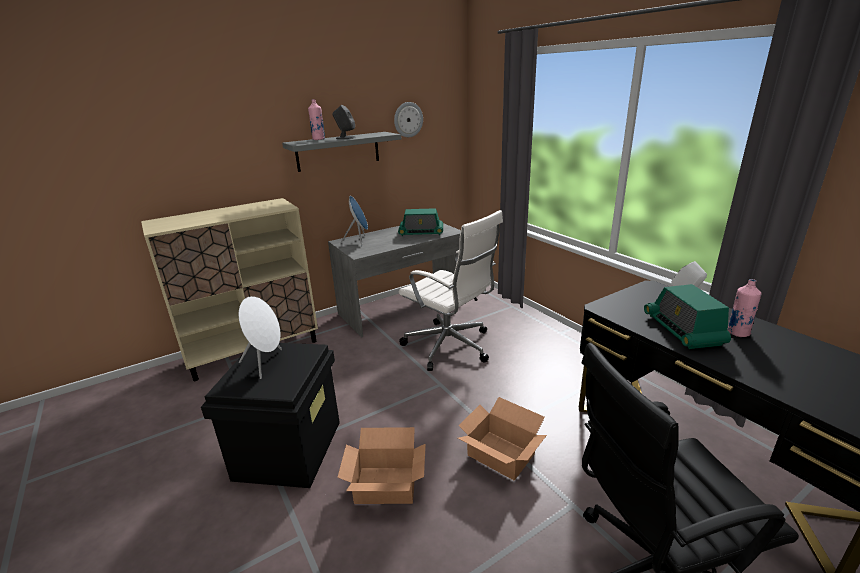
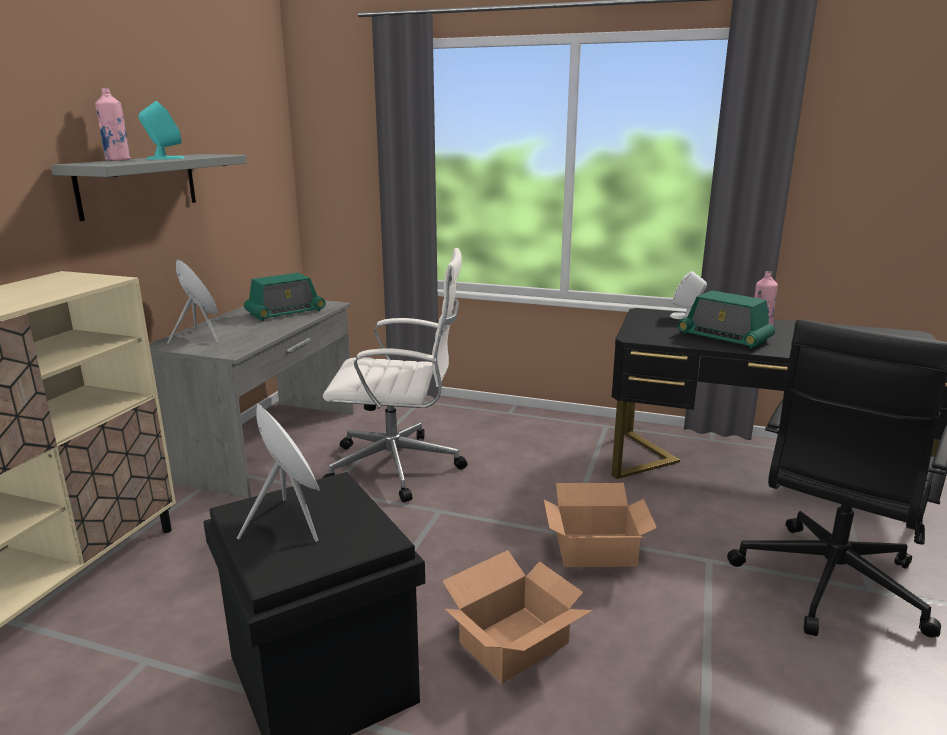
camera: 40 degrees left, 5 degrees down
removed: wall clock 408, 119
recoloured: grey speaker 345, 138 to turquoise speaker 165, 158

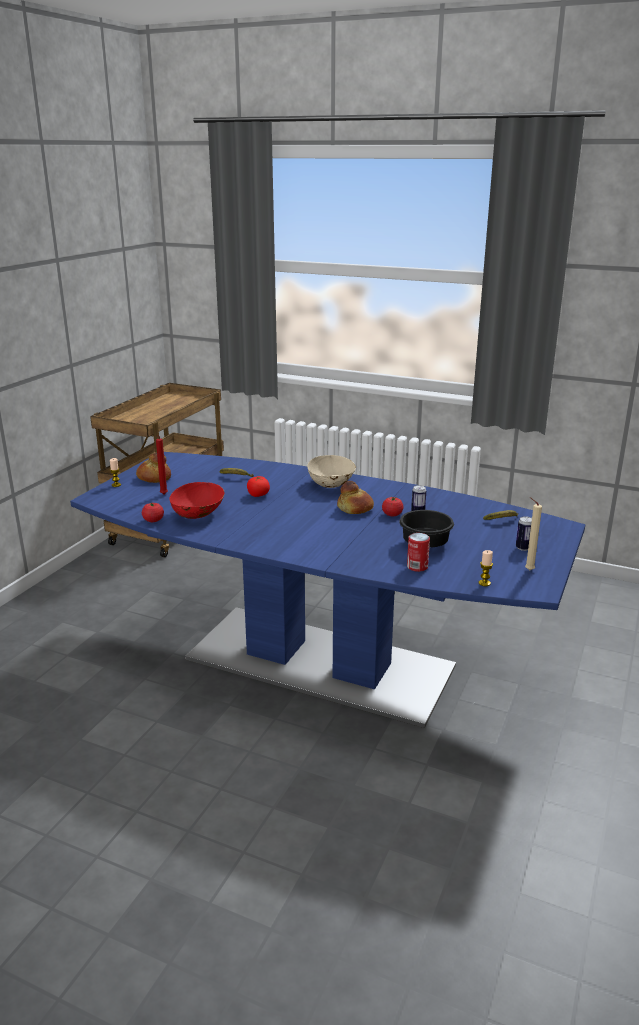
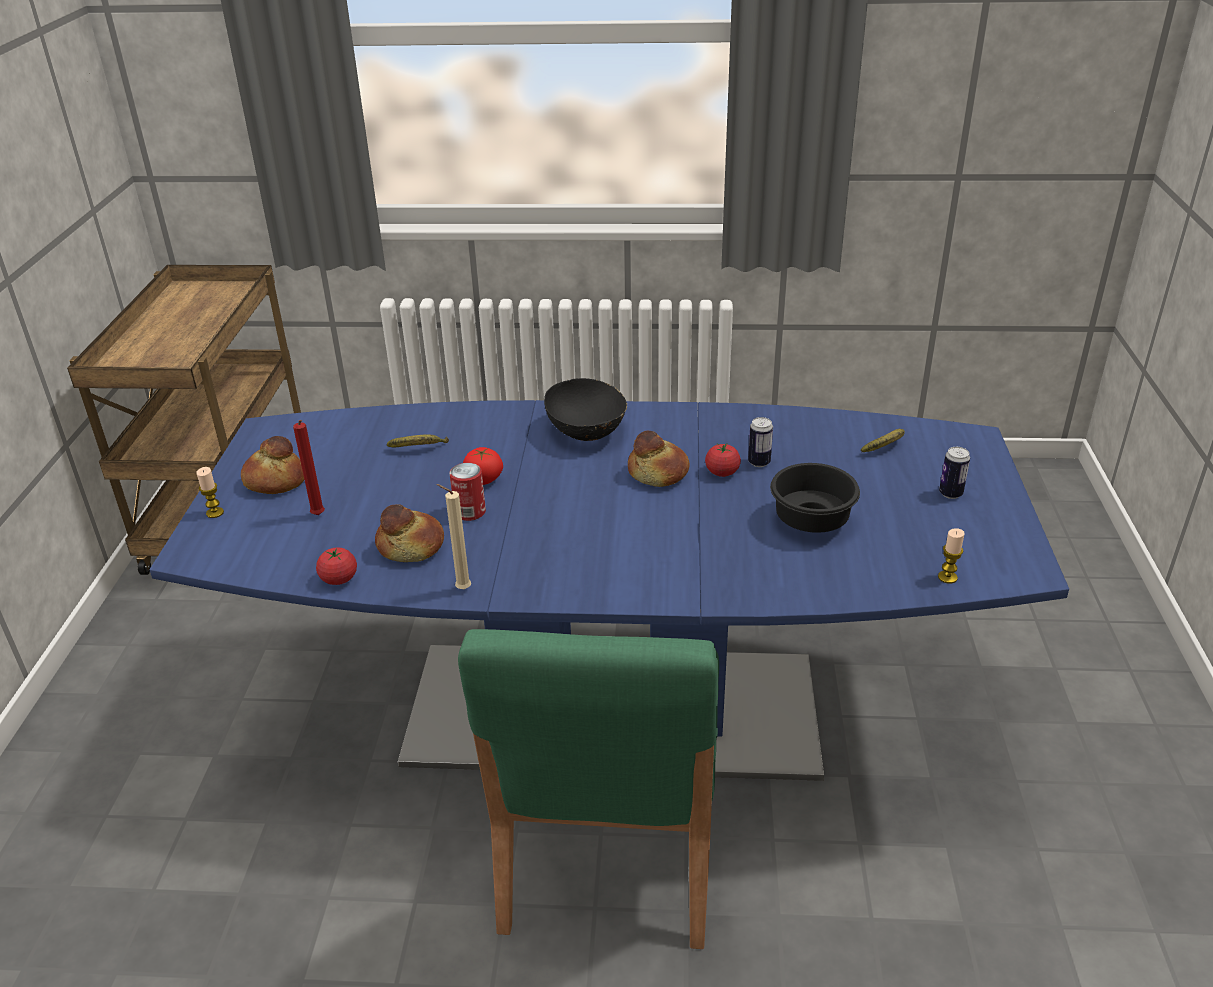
camera: 20 degrees left, 10 degrees up
added: green chair 608, 848
moved: beige candle 527, 570 to 461, 589; can 417, 567 to 470, 512
replaced: red bowl 198, 515 to bread 411, 547
recoloured: beige bowl 331, 485 to black bowl 587, 431

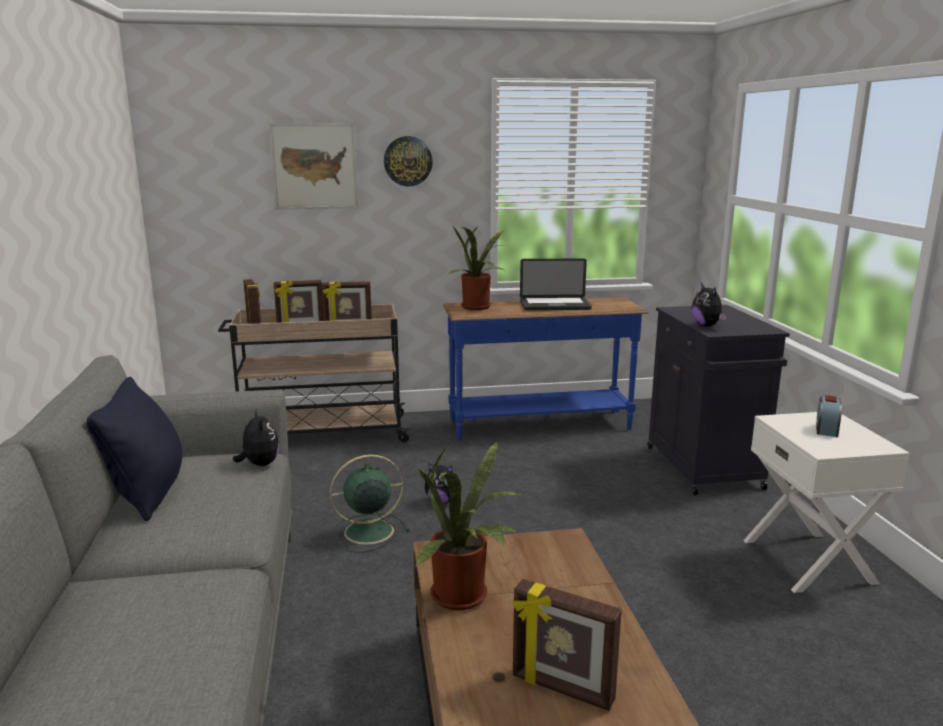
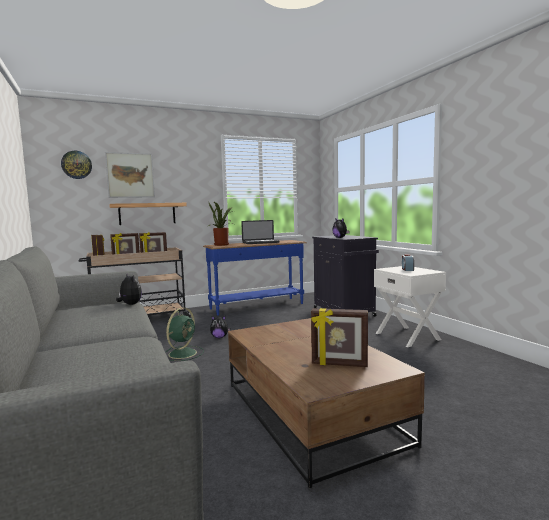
camera: 15 degrees left, 10 degrees down
removed: black pillow 147, 494; potted plant 464, 598
added: shelf 147, 214
moved: wall clock 408, 161 to 76, 165
turned: green fan 366, 532 = 183, 353 150 degrees clockwise

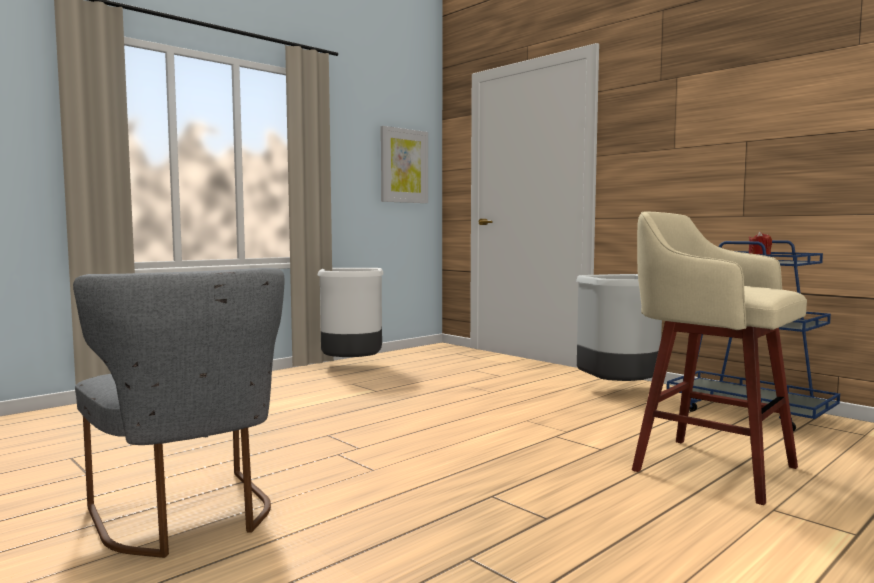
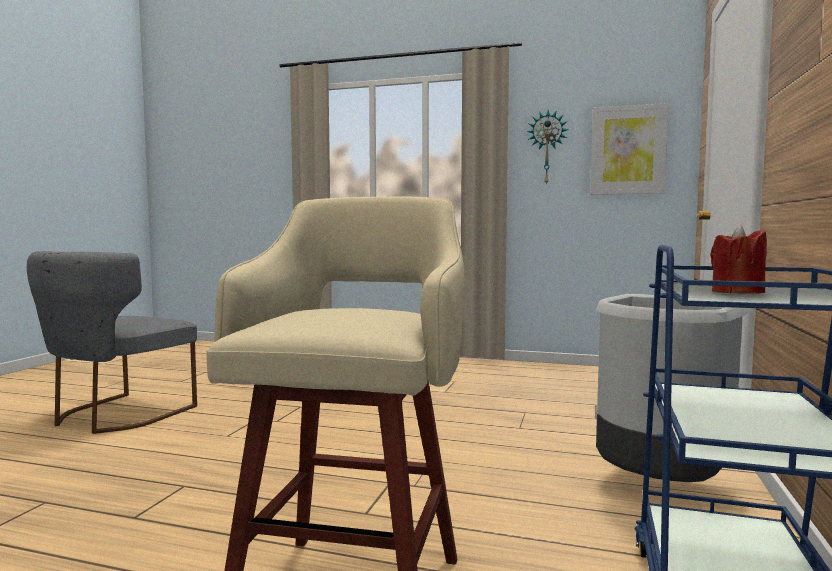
camera: 60 degrees right, 0 degrees up
removed: white trash can 351, 367
added: wall clock 547, 148

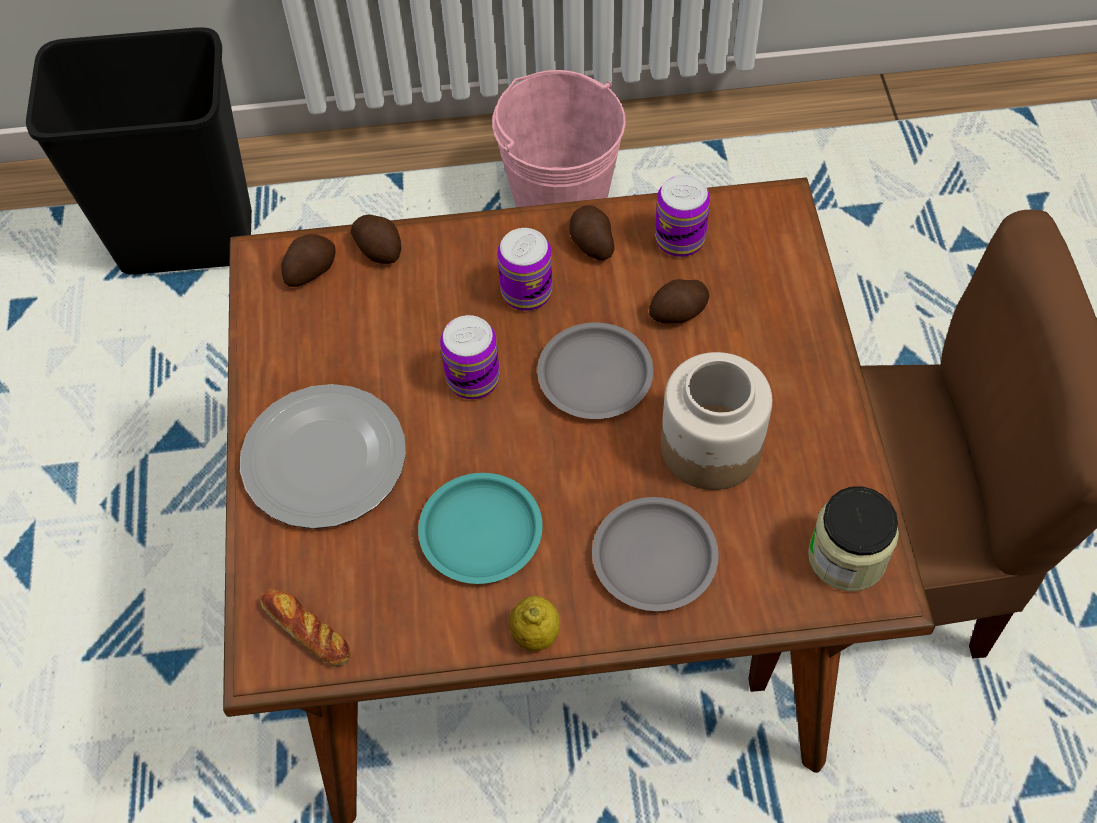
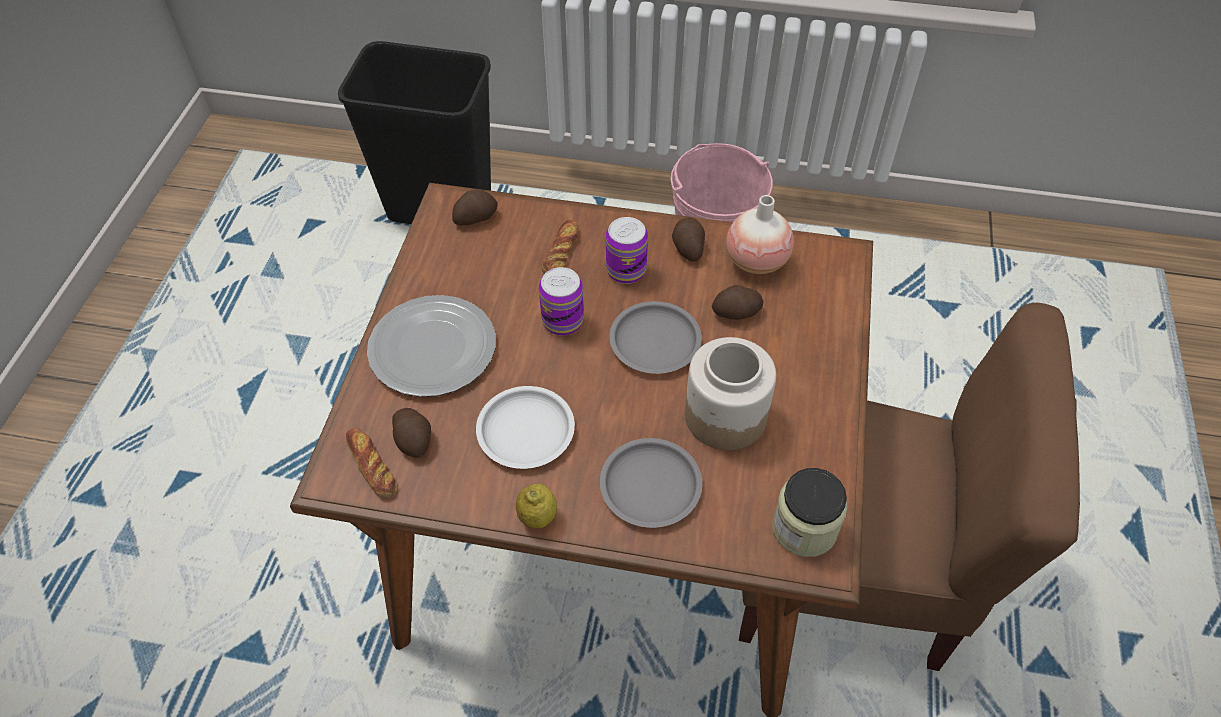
camera: 15 degrees right, 5 degrees down
added: bread 561, 252
moved: potato 379, 248 to 414, 439
replaced: can 679, 239 to vase 756, 261
recoloured: turquoise plate 480, 531 to white plate 525, 430

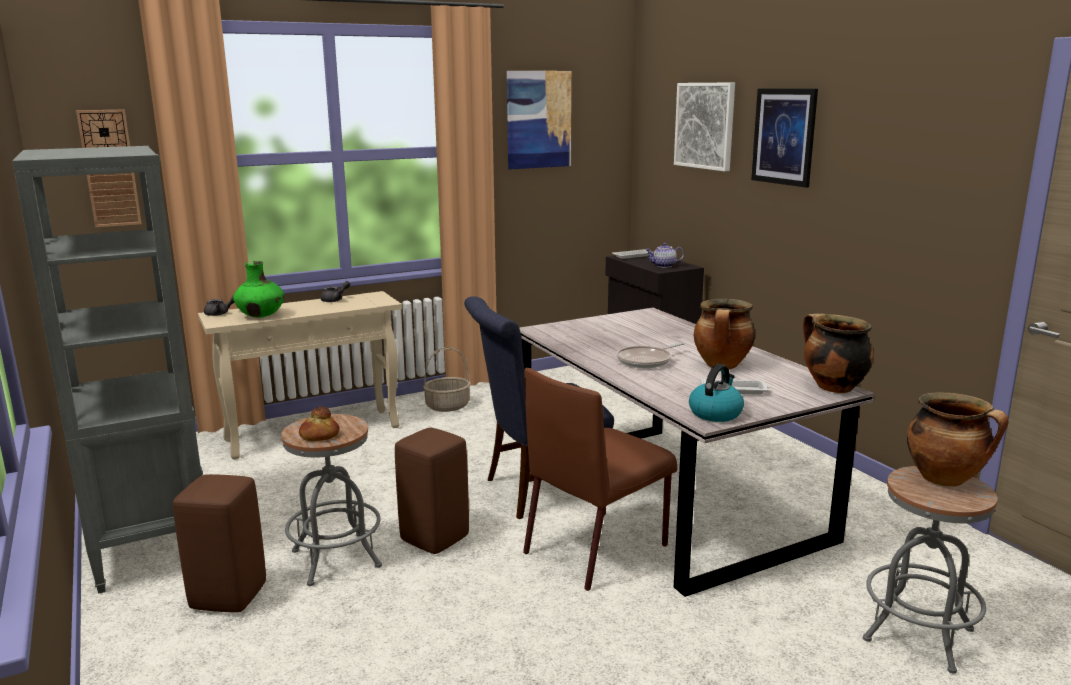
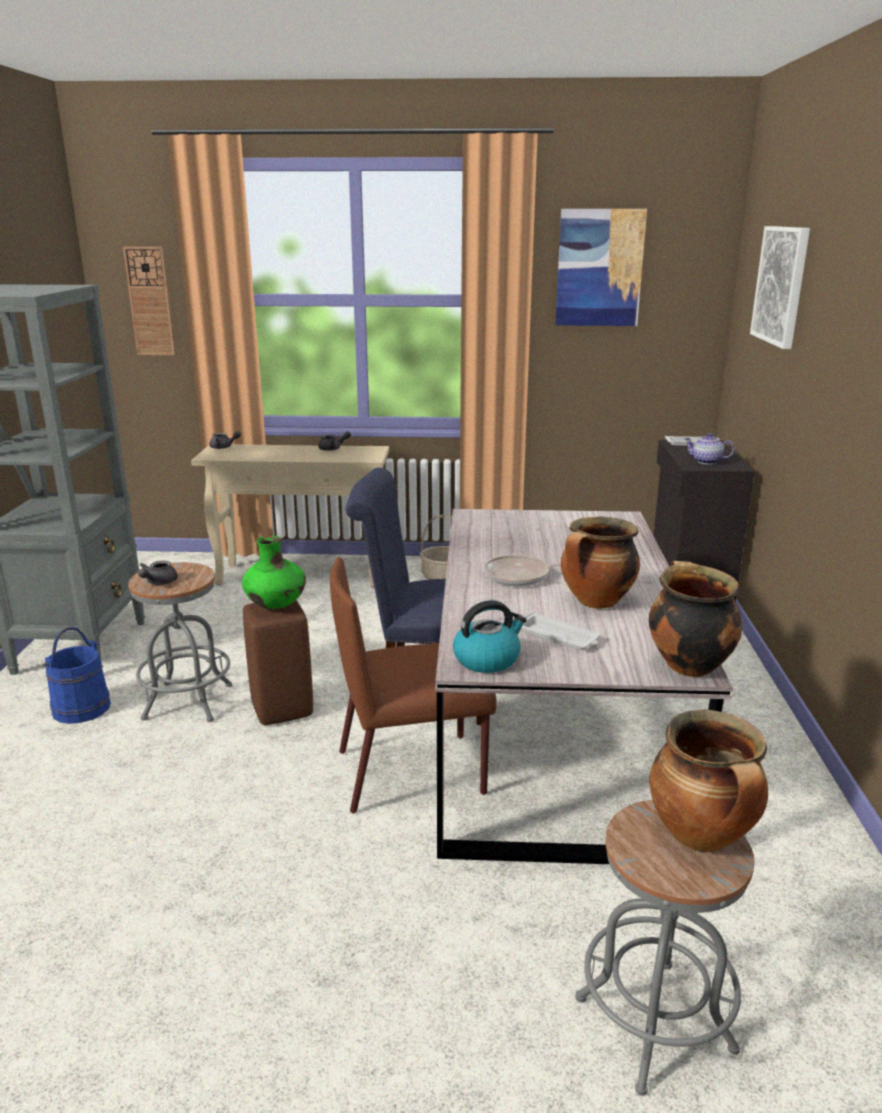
camera: 30 degrees right, 5 degrees up
removed: picture 784, 136
moved: green vase 261, 316 to 276, 605
replaced: bread 319, 436 to grey teapot 158, 582; brown stool 228, 596 to blue bucket 81, 708

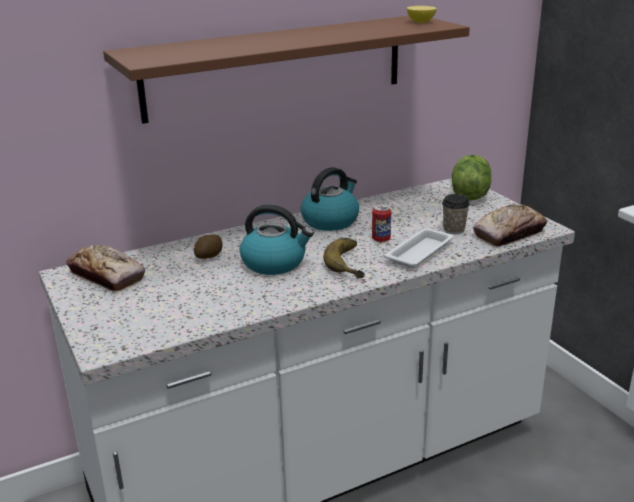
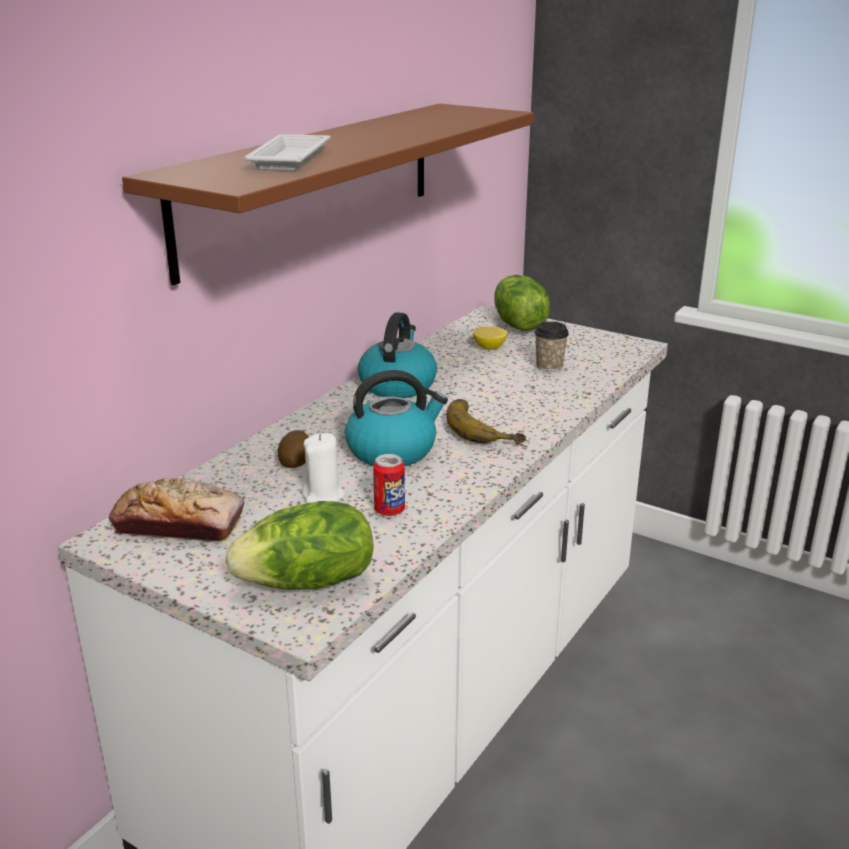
camera: 30 degrees left, 0 degrees up
removed: bread 509, 233
added: white candle 324, 496; lettuce 308, 583
moved: lemon 420, 22 to 489, 347; can 381, 239 to 389, 510; white tray 420, 252 to 291, 159

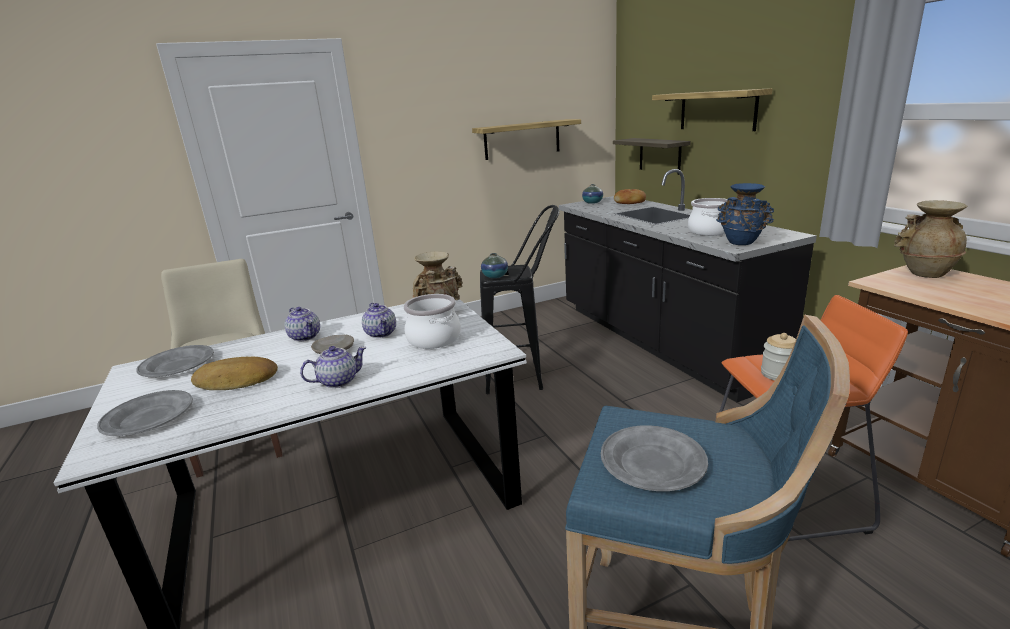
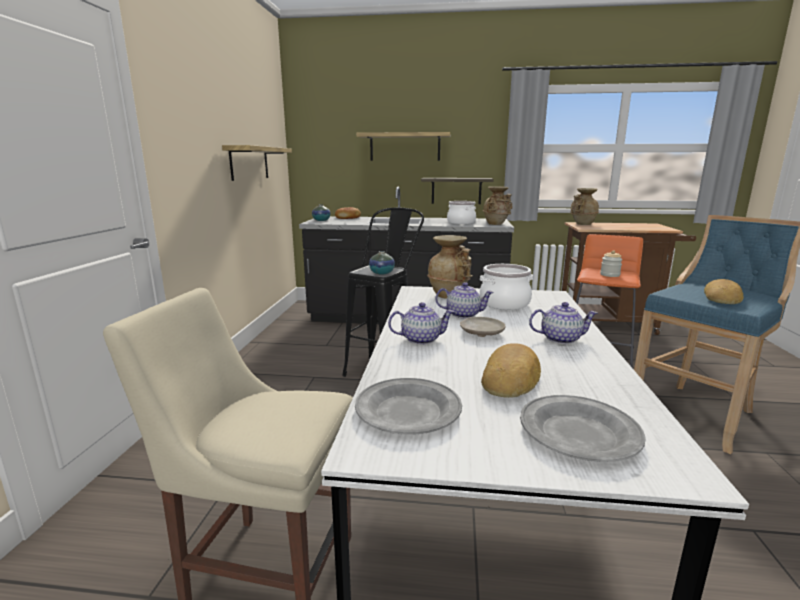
camera: 60 degrees left, 5 degrees down
moved: shelf 660, 155 to 456, 191
replaced: grey plate 653, 463 to bread 723, 298
recoloured: blue vase 741, 243 to beige vase 496, 224
turned: teapot 338, 381 = 561, 339 90 degrees clockwise

